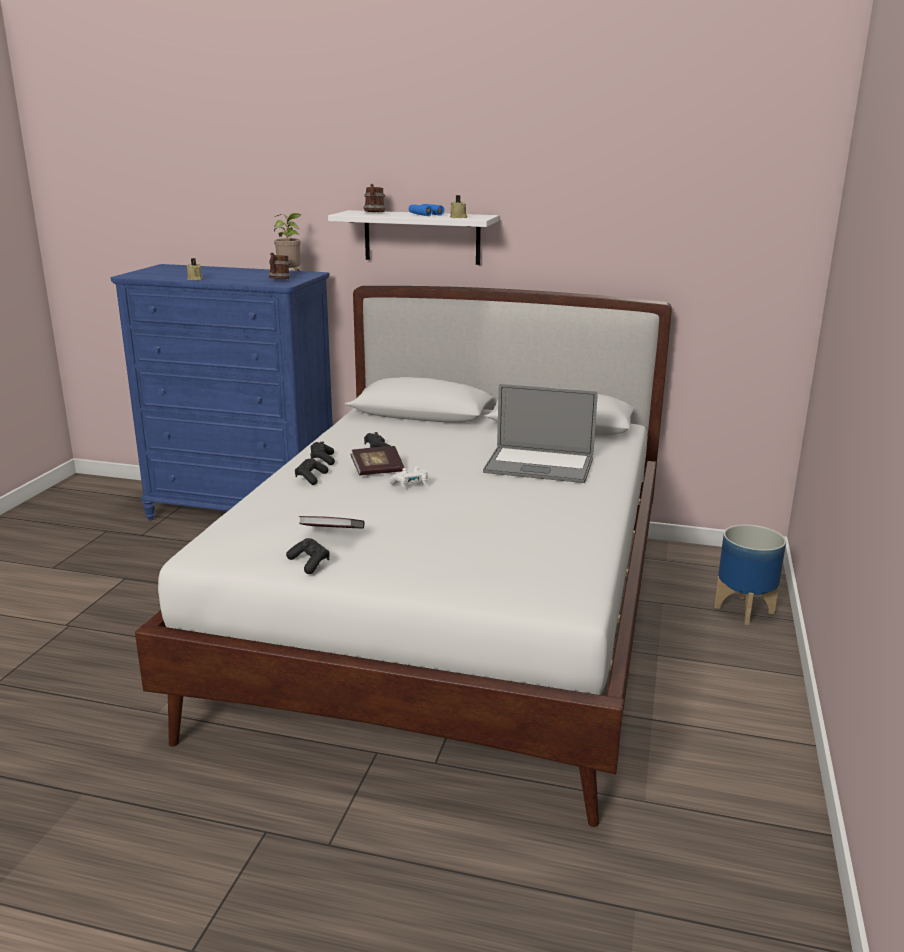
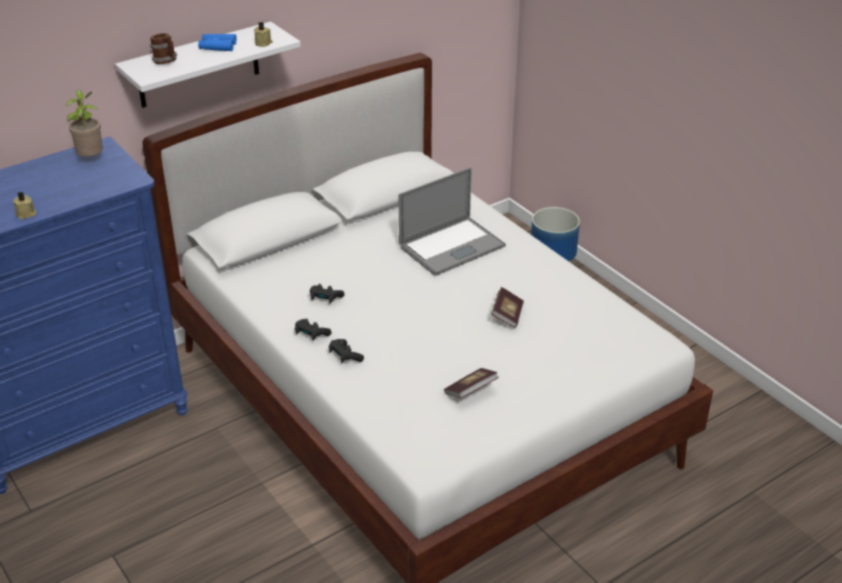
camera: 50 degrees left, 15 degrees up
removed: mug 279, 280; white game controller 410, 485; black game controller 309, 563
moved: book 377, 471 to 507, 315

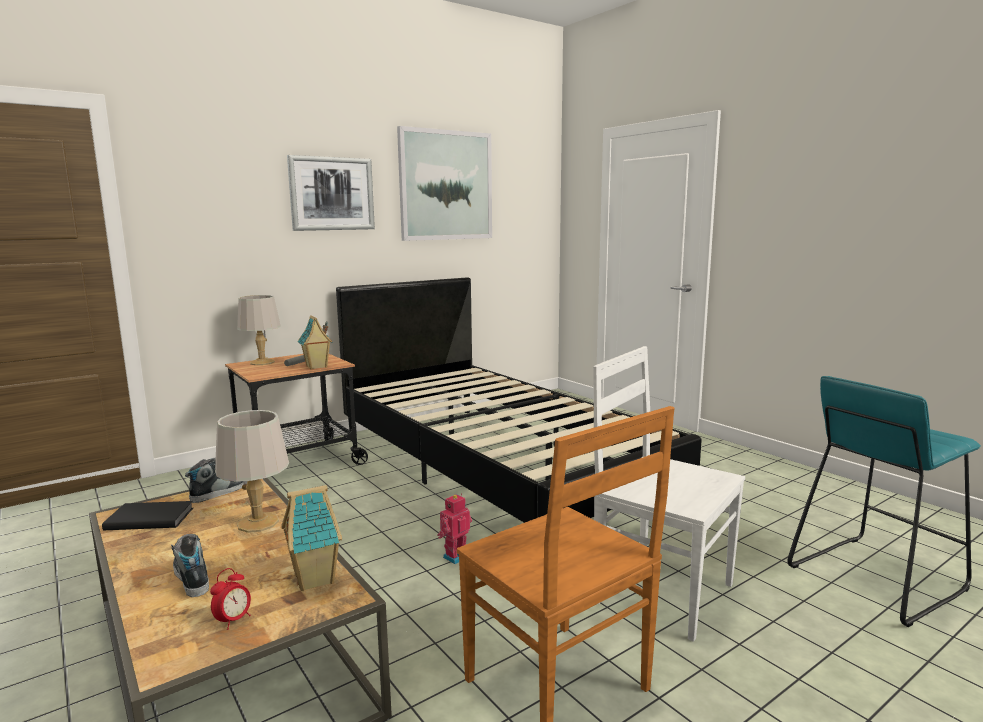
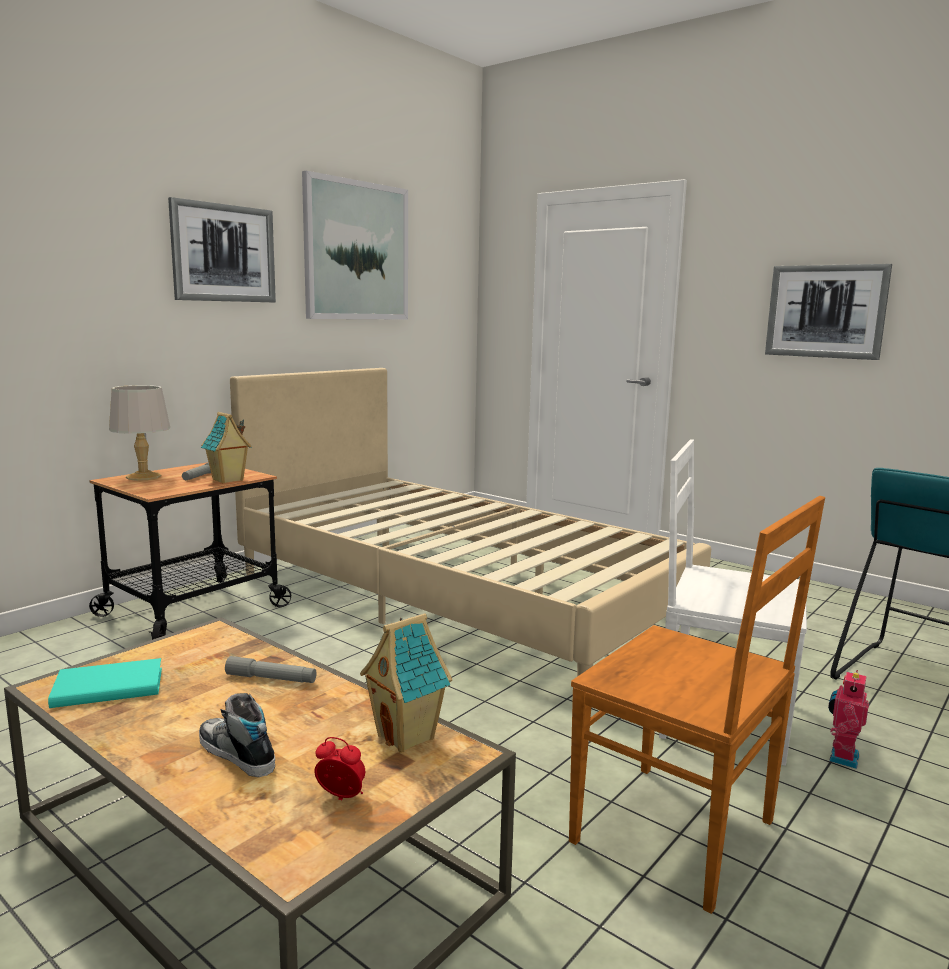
camera: 15 degrees left, 0 degrees up
removed: shoe 220, 492
added: picture 825, 311
moved: toy robot 455, 556 to 841, 757
replaced: grey table lamp 258, 523 to grey flashlight 271, 678
recoloured: black bed 495, 466 to beige bed 454, 597; black book 149, 518 to turquoise book 107, 686
turned: alarm clock 233, 620 = 341, 798 90 degrees counterclockwise

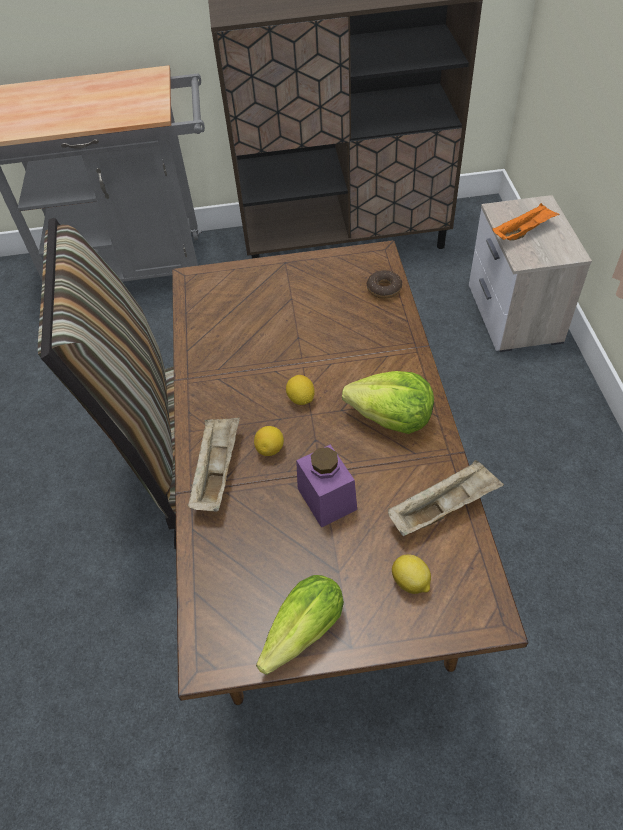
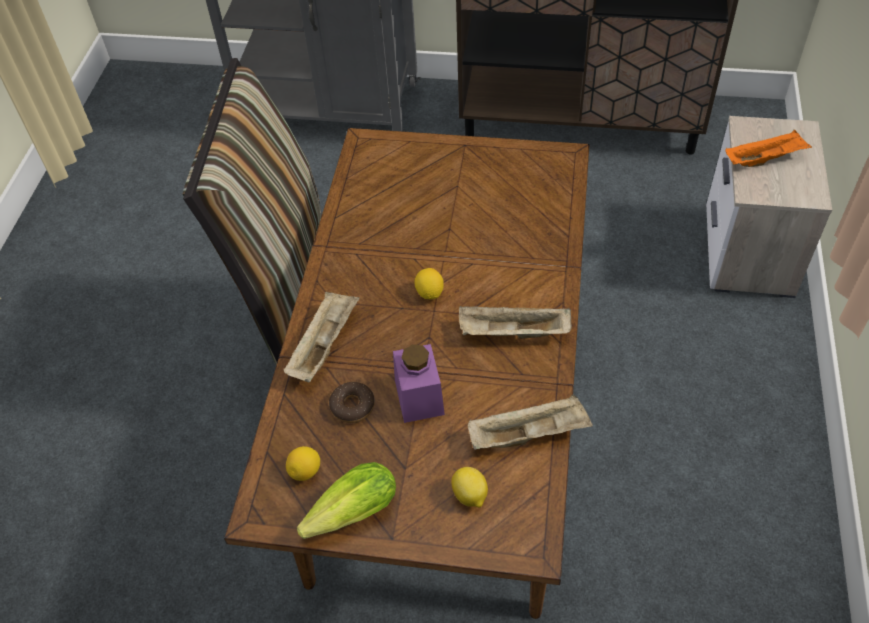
camera: 15 degrees right, 0 degrees up
moved: donut 384, 289 to 352, 406; lemon 270, 449 to 305, 471
replaced: lettuce 391, 418 to beige tray 512, 333

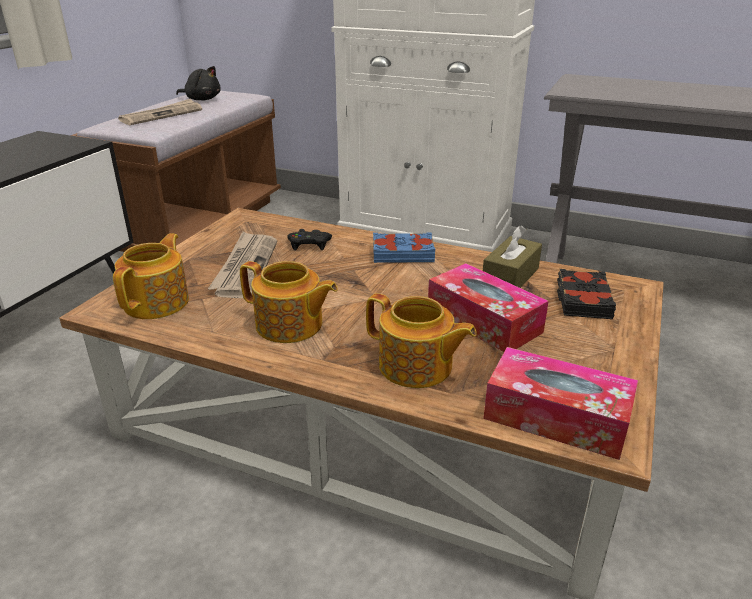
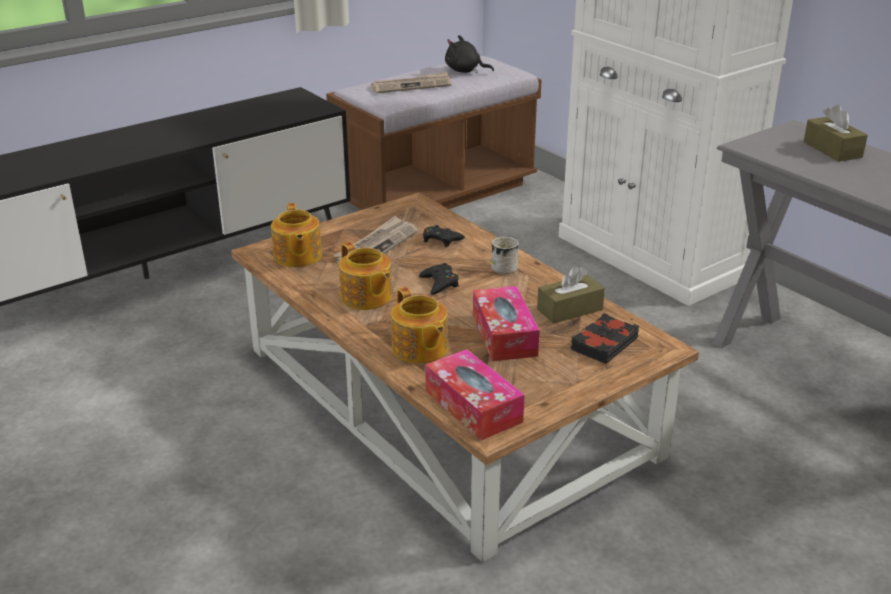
camera: 30 degrees right, 0 degrees up
added: brown tissue box 832, 149; black game controller 439, 283
replaced: blue book 402, 253 to white mug 506, 267
turned: black plush toy 202, 99 = 465, 71 150 degrees clockwise; teapot 158, 302 = 297, 256 120 degrees clockwise

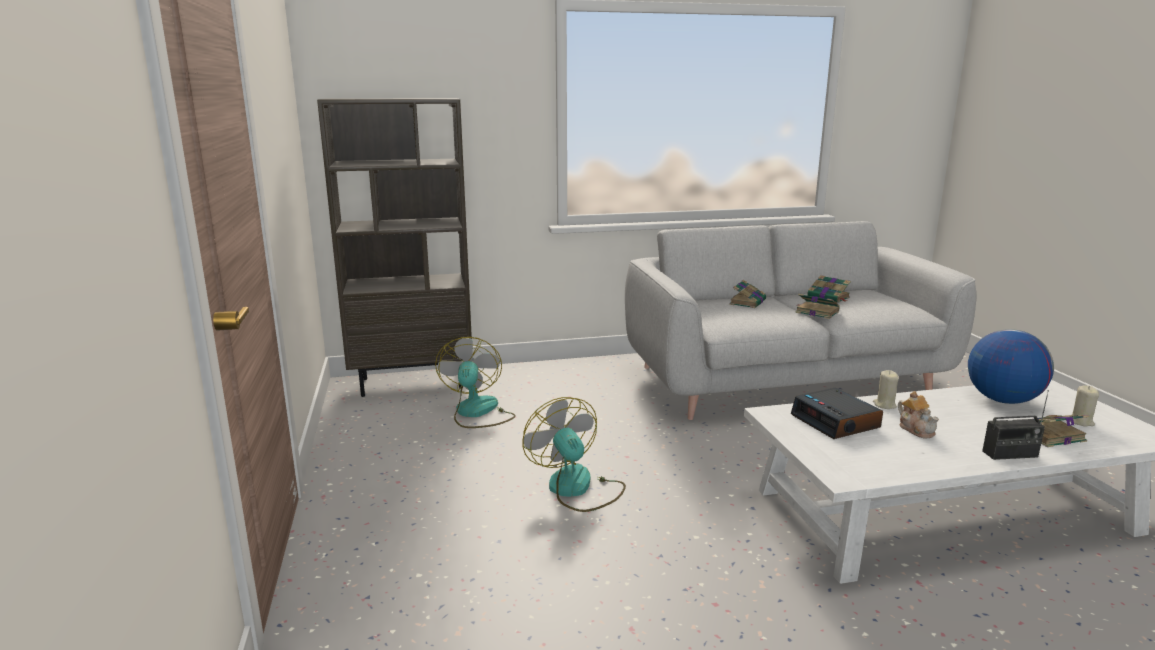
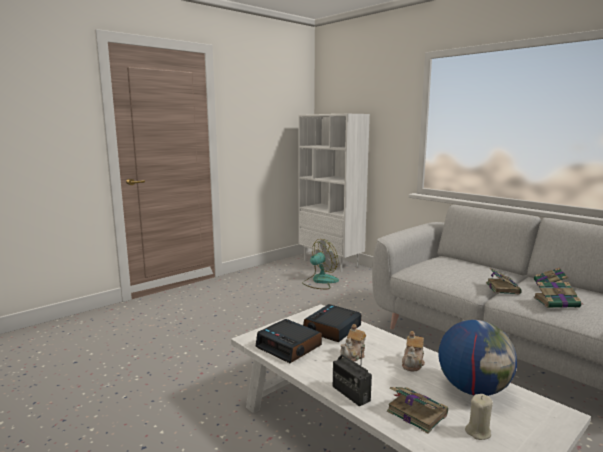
camera: 60 degrees right, 5 degrees down
removed: beige candle 884, 405; fan 577, 489
added: alarm clock 289, 346; teapot 413, 363
moved: book 747, 302 to 557, 302
recoloured: brown bookcase 413, 382 to white bookcase 331, 263

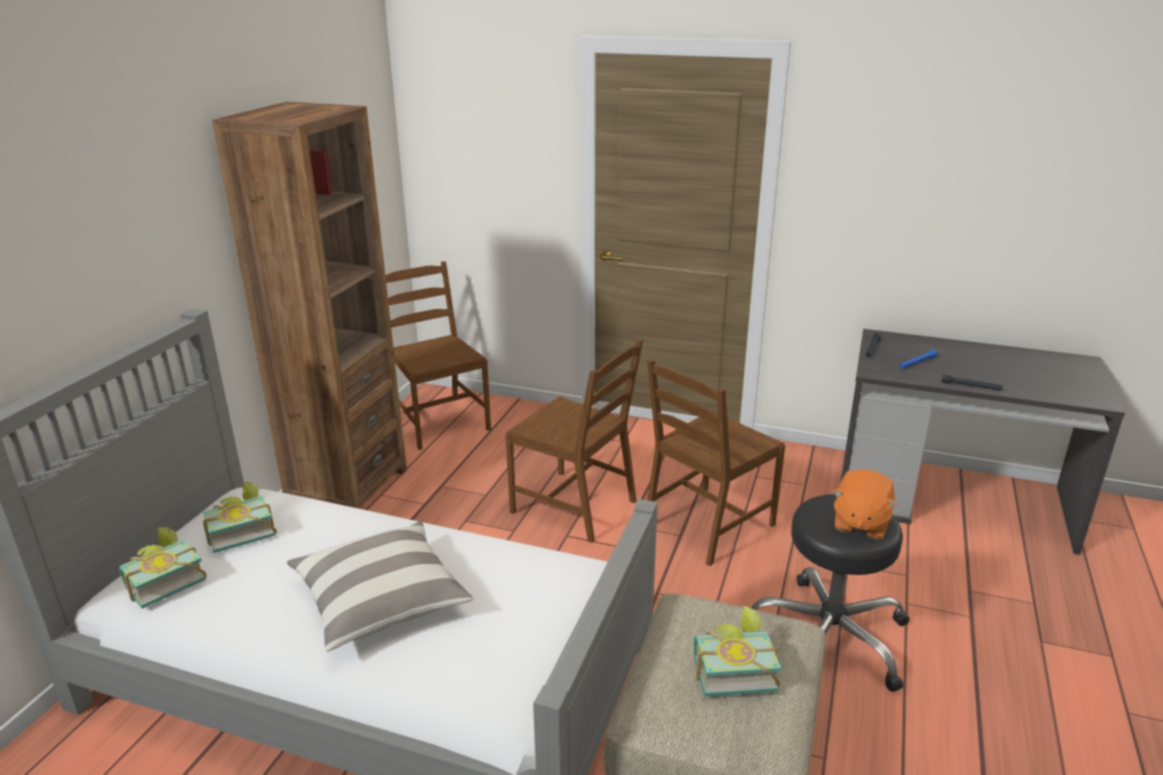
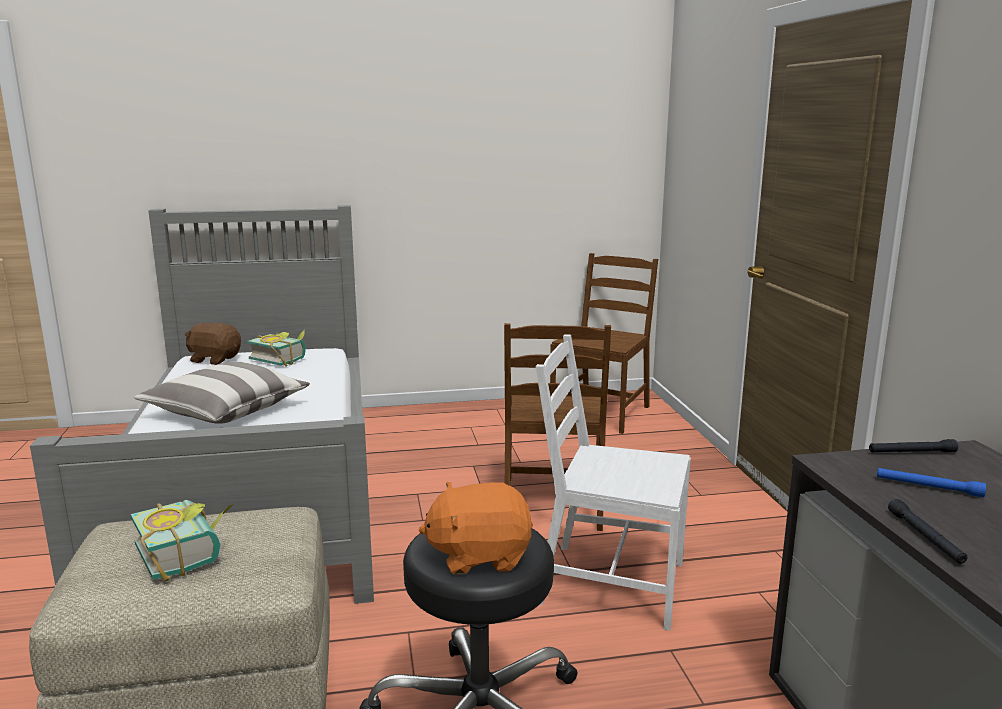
camera: 60 degrees right, 10 degrees down
removed: brown bookcase 347, 487
replaced: book 163, 581 to brown plush toy 214, 359
recoloured: brown chair 707, 525 to white chair 610, 583

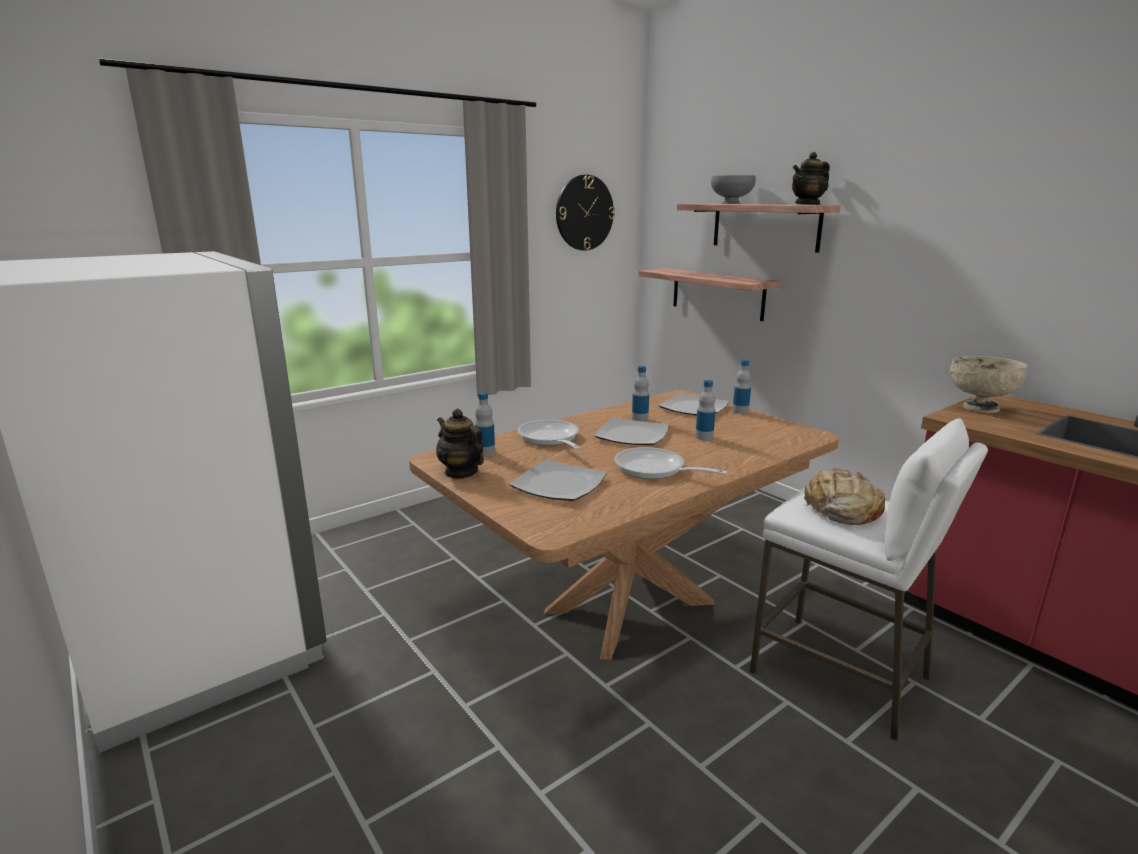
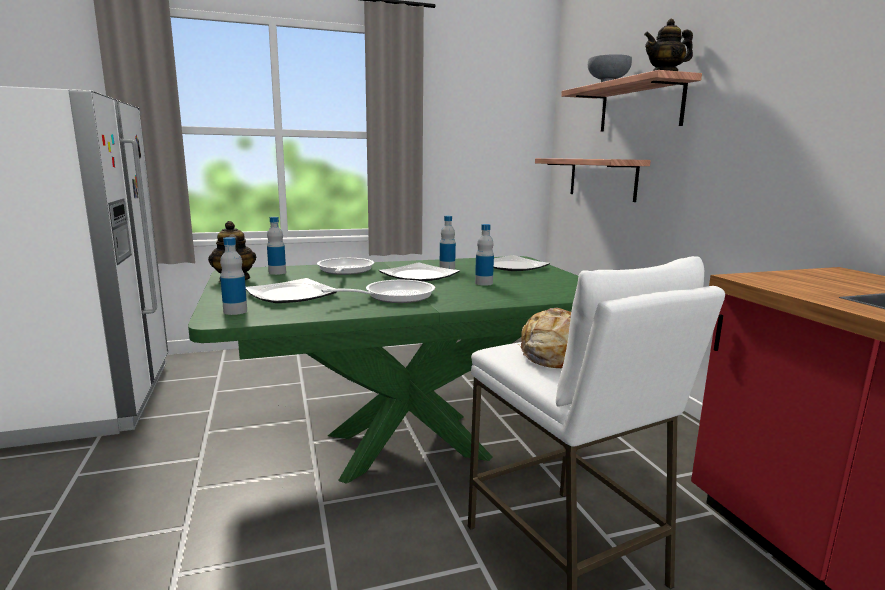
camera: 20 degrees right, 5 degrees down
removed: wall clock 584, 213; beige bowl 980, 408
moved: bottle 740, 411 to 235, 311
recoloured: brown dining table 628, 606 to green dining table 406, 445
turned: frying pan 655, 470 = 393, 296 90 degrees clockwise

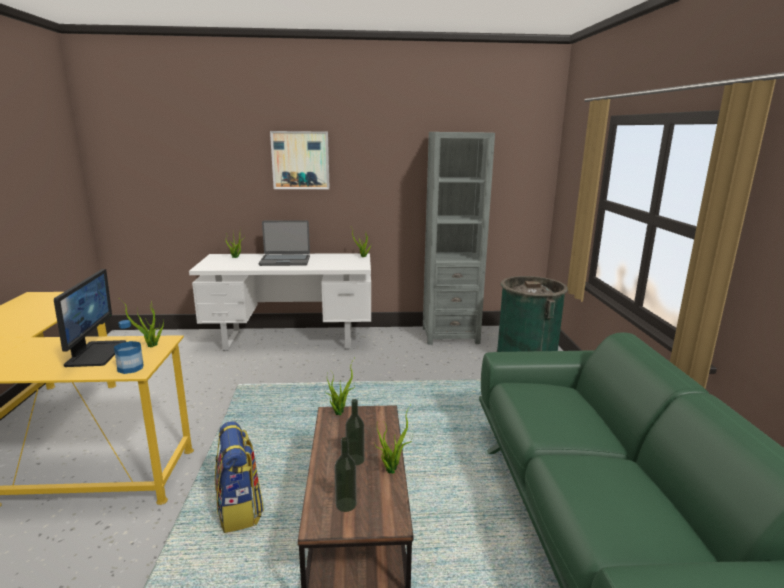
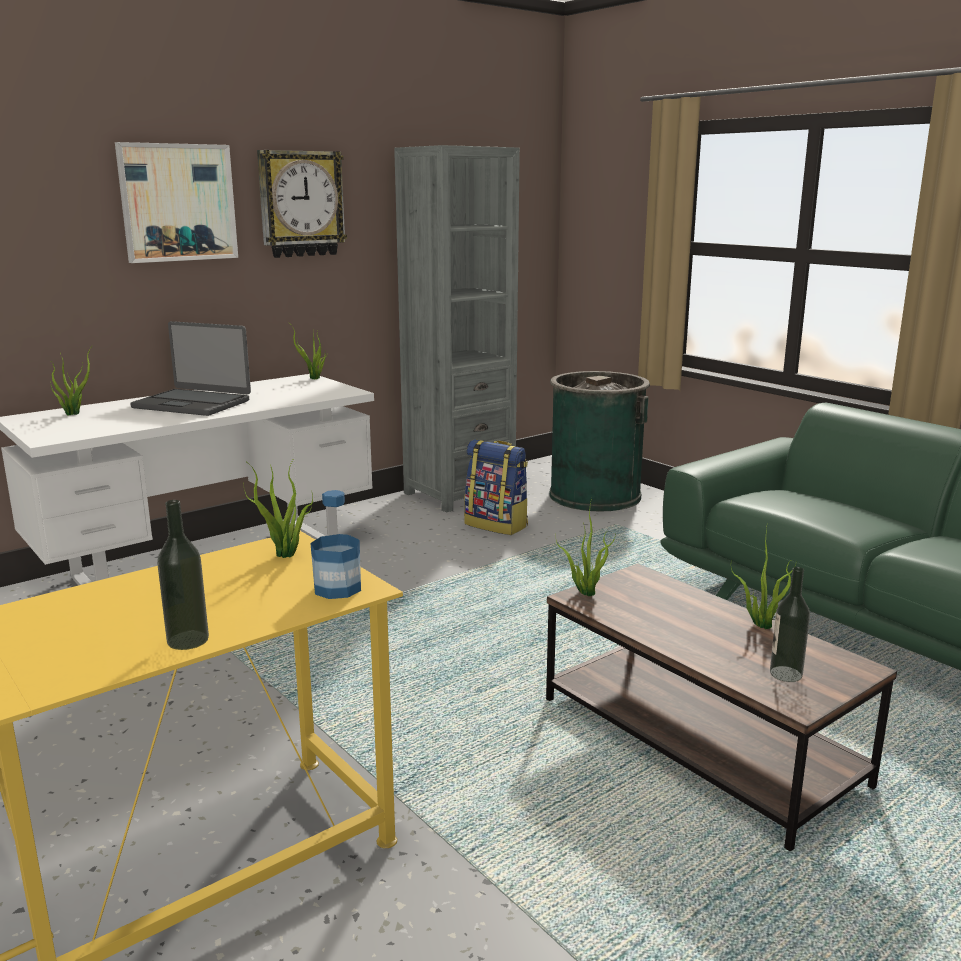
camera: 35 degrees left, 0 degrees up
removed: monitor 95, 353
added: wall clock 301, 204
moved: bottle 355, 460 to 188, 640; backpack 240, 510 to 497, 525
turned: laptop 285, 261 = 193, 404 60 degrees clockwise

